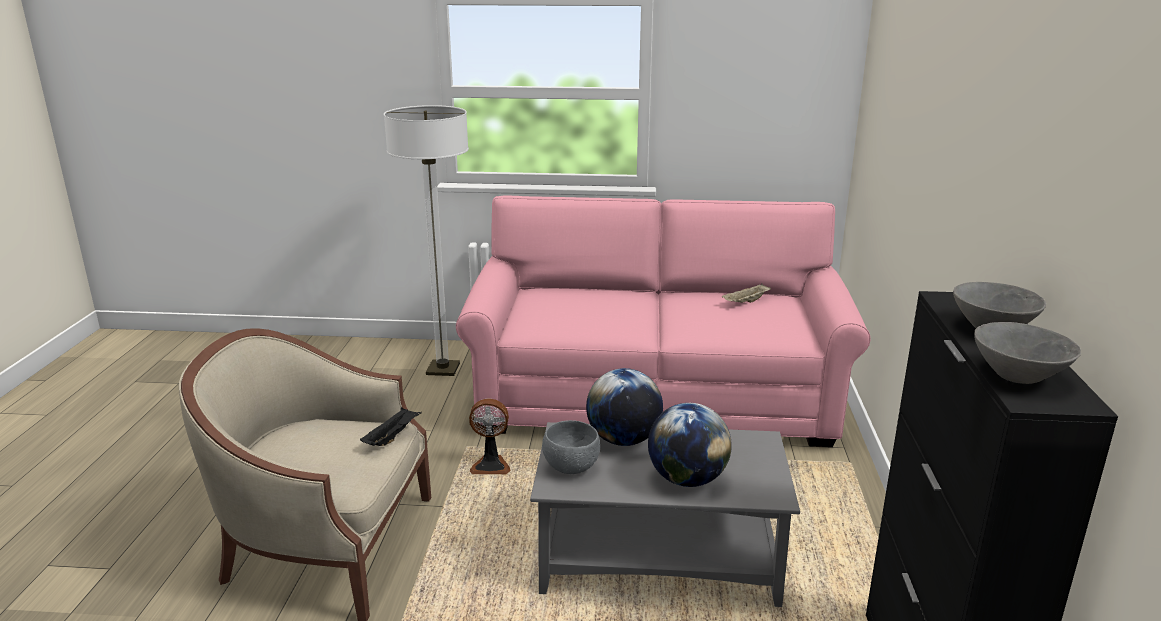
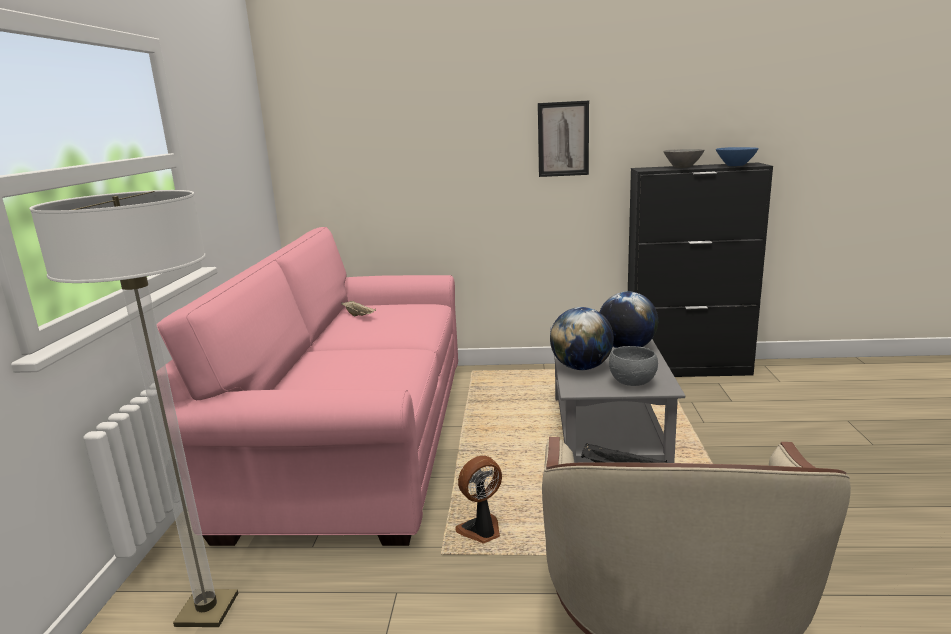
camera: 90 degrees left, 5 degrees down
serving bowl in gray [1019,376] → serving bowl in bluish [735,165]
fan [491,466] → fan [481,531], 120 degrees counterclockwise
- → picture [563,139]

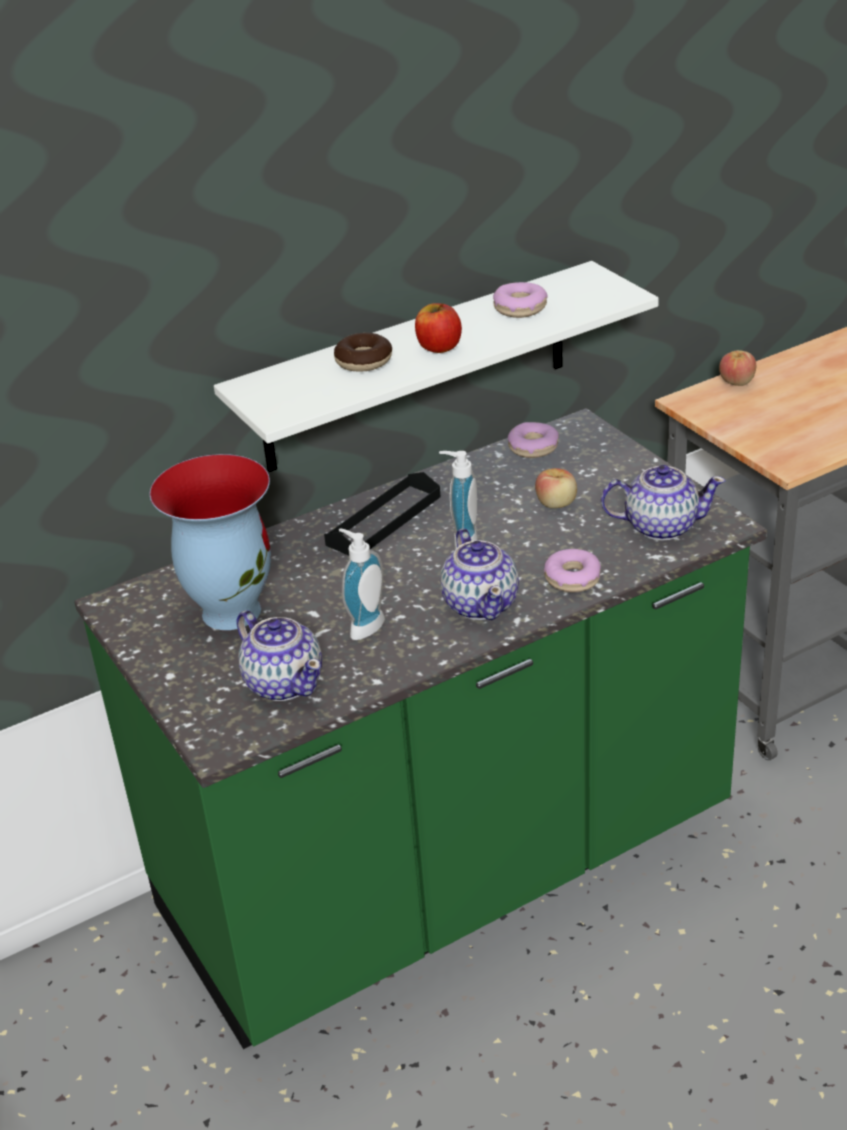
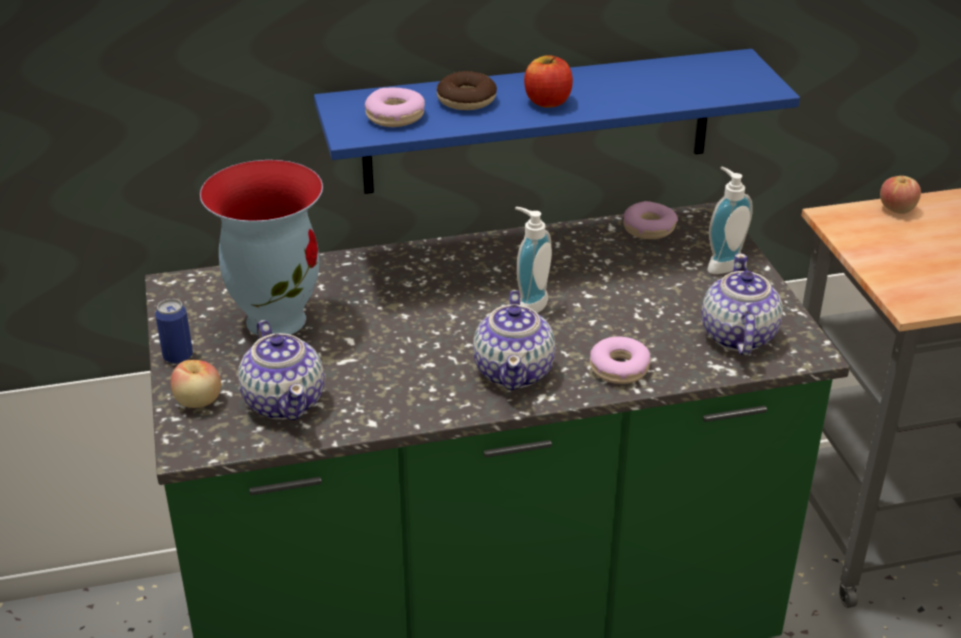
camera: 15 degrees right, 0 degrees up
bracket shelf in whitish [416,368] → bracket shelf in bluish [538,122]
donut [520,308] → donut [395,116], move
pot for tea [660,526] → pot for tea [737,336], 105 degrees counterclockwise
whole apple [557,504] → whole apple [198,401], move
tray in black [384,520] → -
liquid soap bottle [363,626] → liquid soap bottle [721,264], move
- → can [178,356]

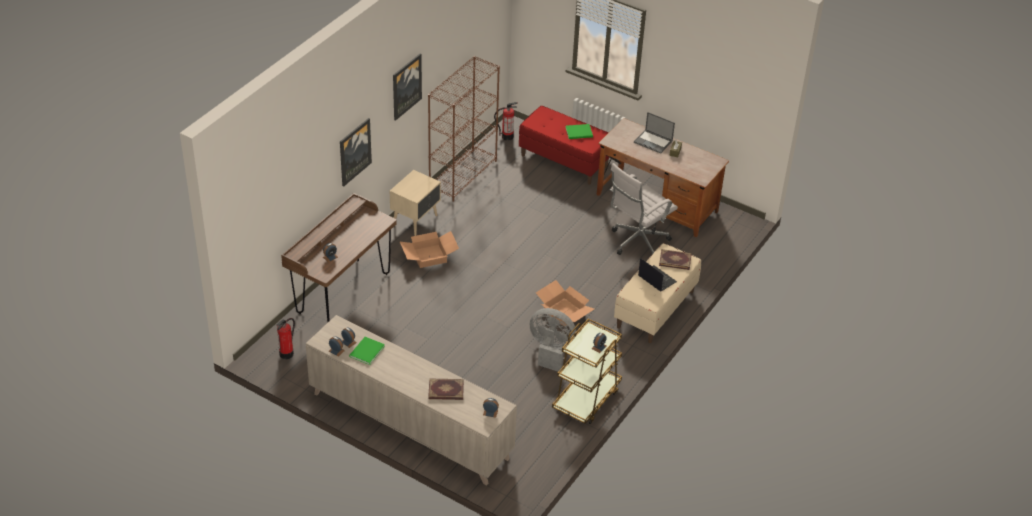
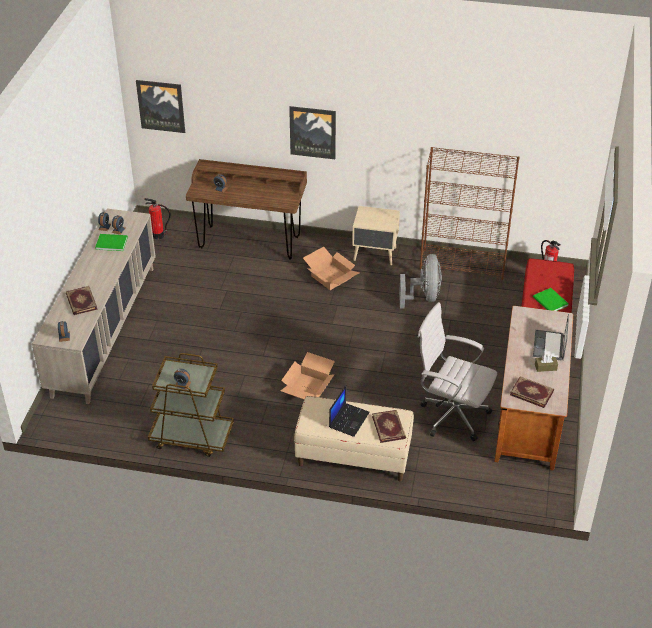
camera: 70 degrees right, 0 degrees up
picture [406,86] → picture [161,105], move
fan in gray [551,351] → fan in gray [423,297], move
- → book [532,392]

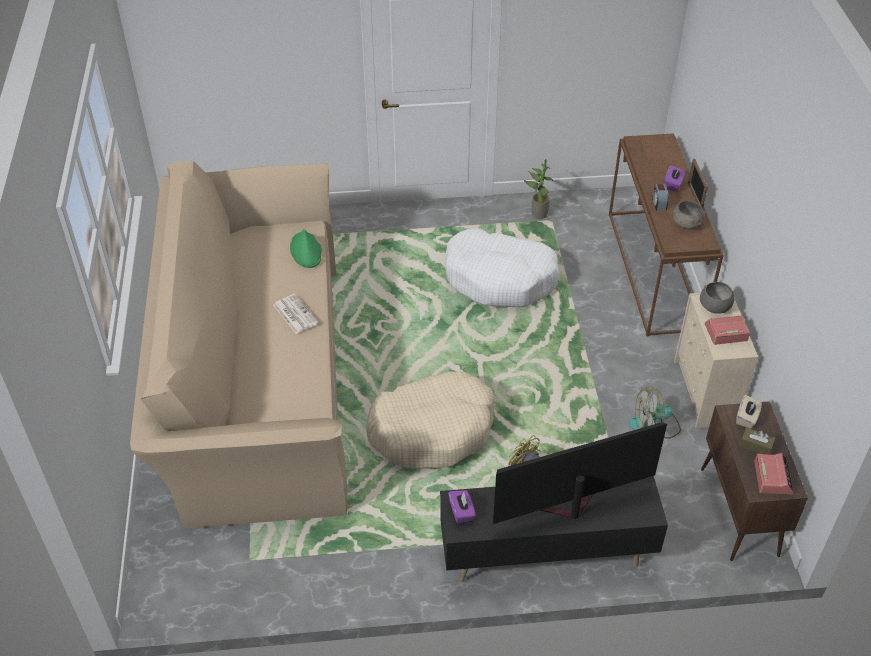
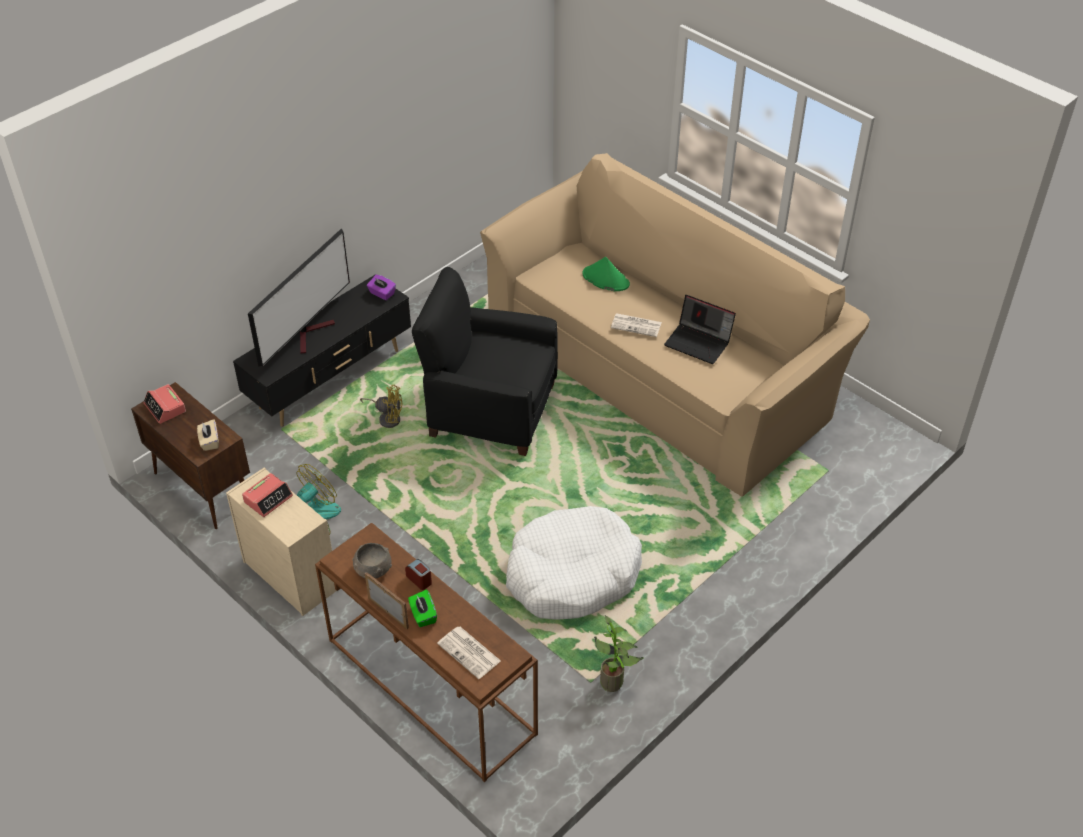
camera: 140 degrees right, 0 degrees up
tissue box in purple [673,184] → tissue box in greenish [423,615]
wearable hat in greenish [306,251] → wearable hat in greenish [605,279], move
serving bowl in gray [714,306] → -
pet bed in beige-coloured [432,430] → armchair in black [490,409]
tissue box in brown [756,446] → -
- → portable computer [699,342]
- → newspaper [470,653]

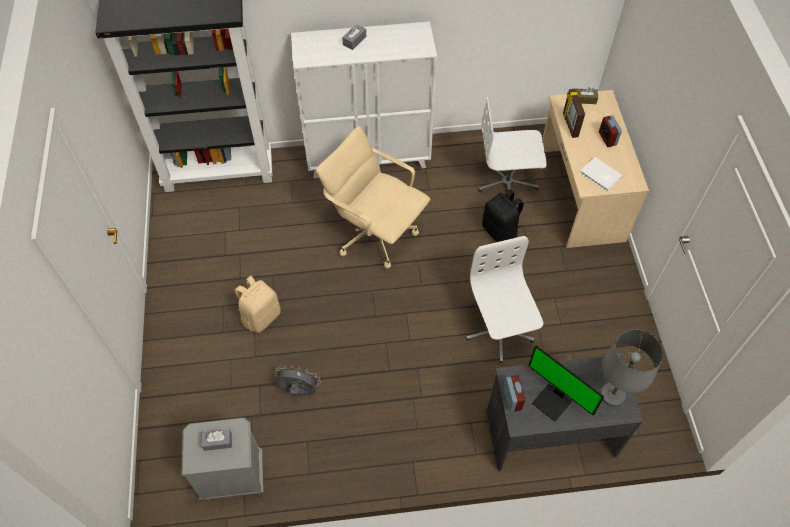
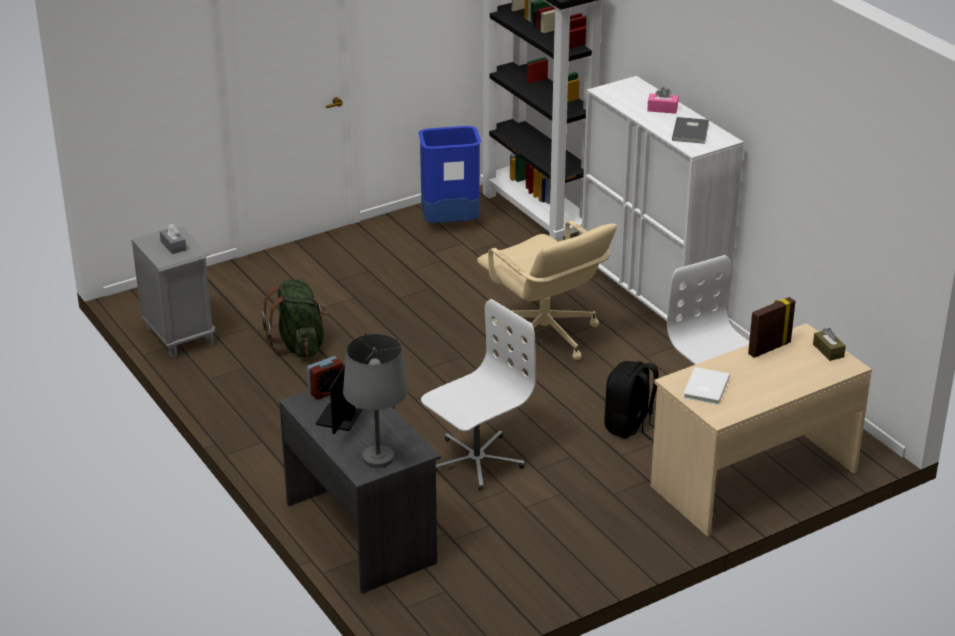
camera: 65 degrees right, 25 degrees down
tissue box in gray [354,40] → tissue box in pink [662,109]
bedside clock [607,138] → -
office chair in beige-coloured [375,233] → office chair in beige-coloured [544,336], 135 degrees clockwise
knapsack in beige-coloured [261,316] → -
fan in gray [298,391] → knapsack in greenish [299,345]
- → book in gray [691,132]
- → trash can in bluish [450,223]

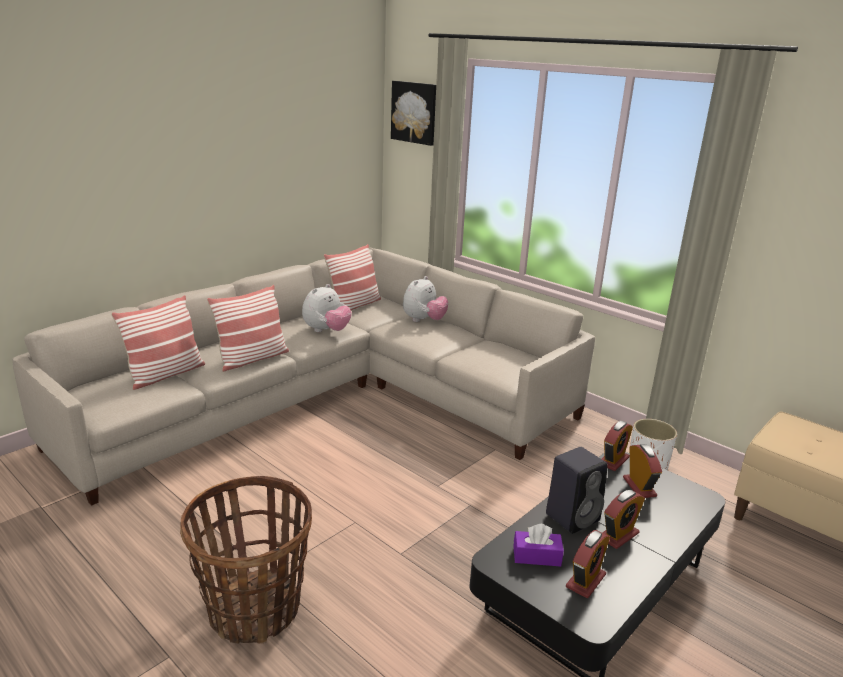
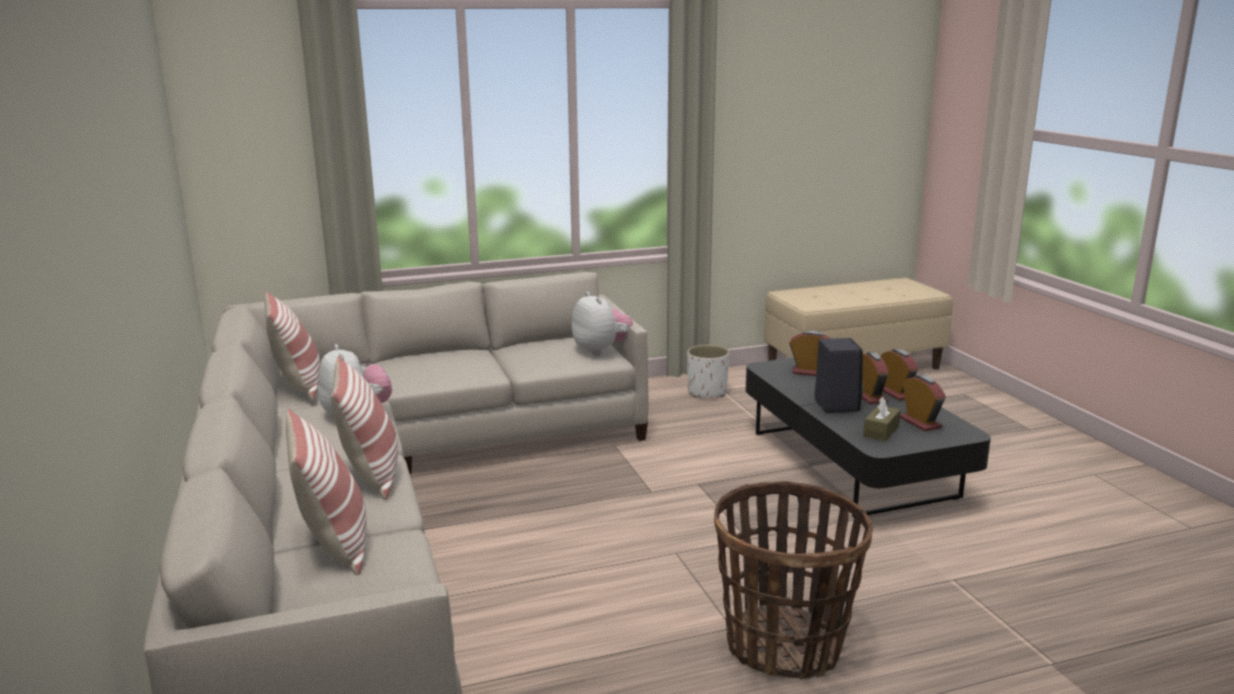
camera: 60 degrees left, 5 degrees down
picture [415,112] → -
soft toy [424,320] → soft toy [601,351], move
bedside clock [613,460] → bedside clock [896,393], move
tissue box in purple [536,556] → tissue box in brown [881,431]

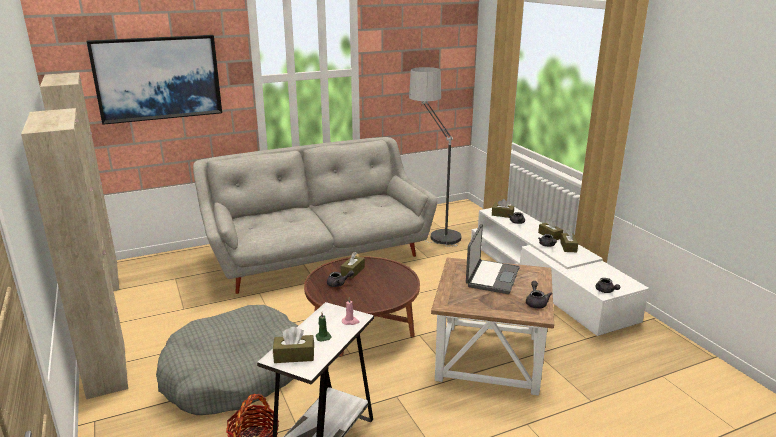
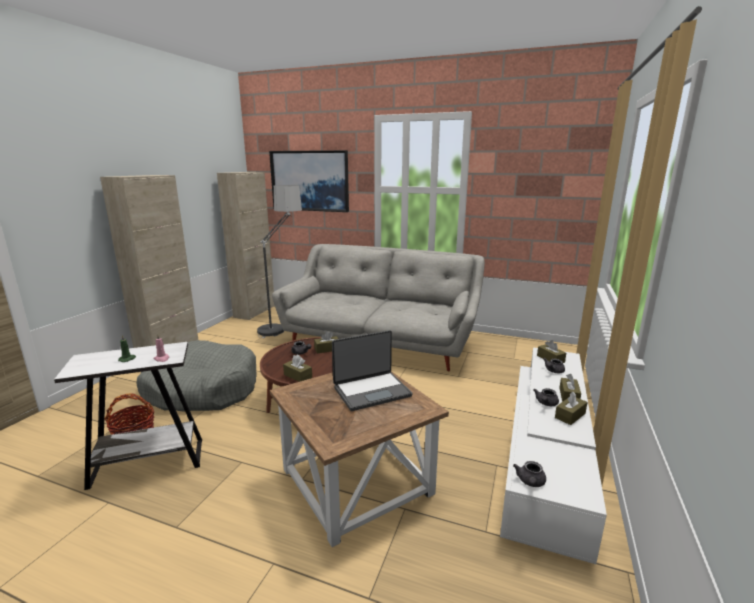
camera: 45 degrees right, 5 degrees down
floor lamp [432,230] → floor lamp [282,324], move
pot for tea in gray [536,302] → -
tissue box in brown [294,356] → tissue box in brown [298,376], move

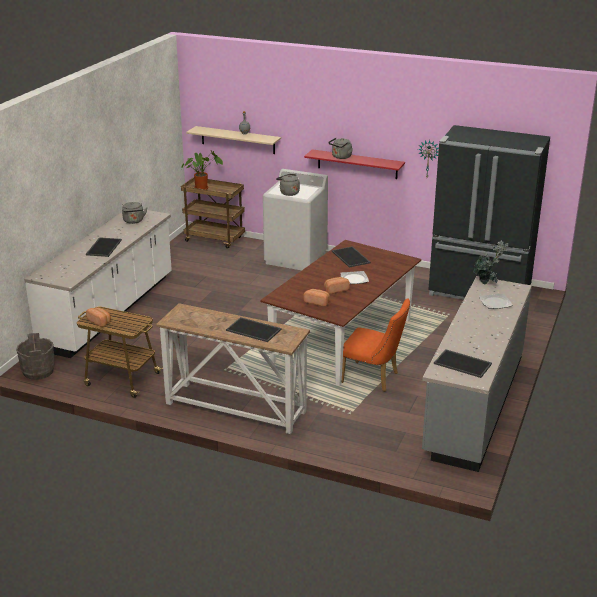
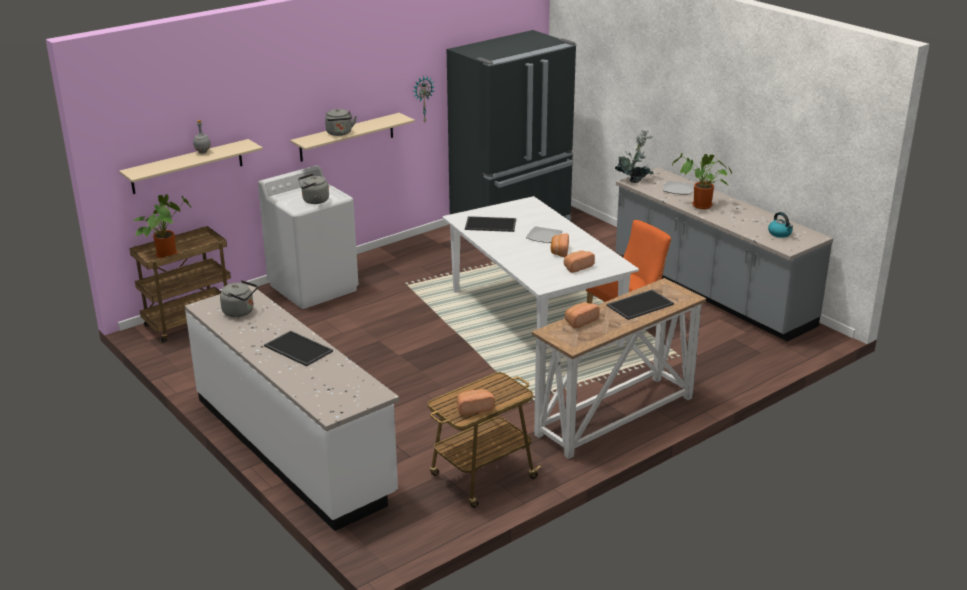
camera: 60 degrees left, 0 degrees up
bracket shelf in red-coloured [357,164] → bracket shelf in beige-coloured [347,137]
dining table in brown [342,340] → dining table in whitish [534,317]
bucket in gray [38,371] → -
tray [463,363] → water kettle [780,233]
- → potted plant [700,206]
- → bakery bread [580,321]

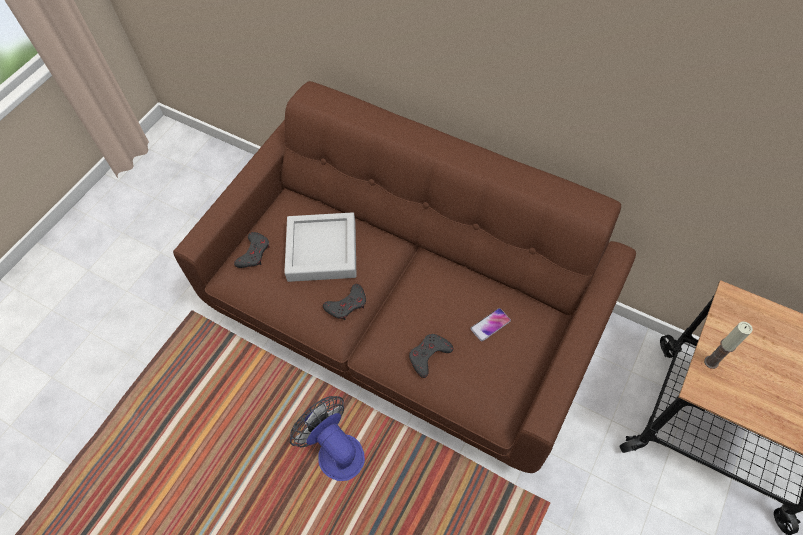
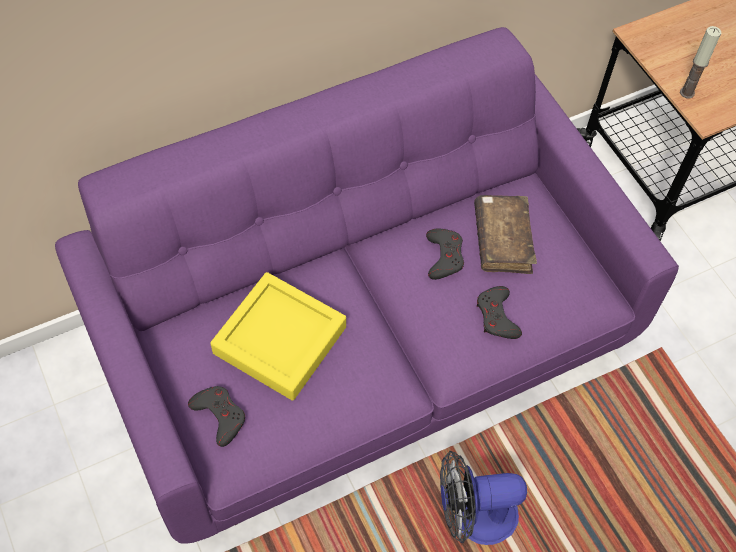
camera: 60 degrees left, 0 degrees up
settee in brown [405,318] → settee in purple [365,344]
tray in gray [322,251] → tray in yellowish [280,340]
gamepad in gray [347,305] → gamepad in gray [444,256], move
phone [490,325] → book in brown [502,240]

